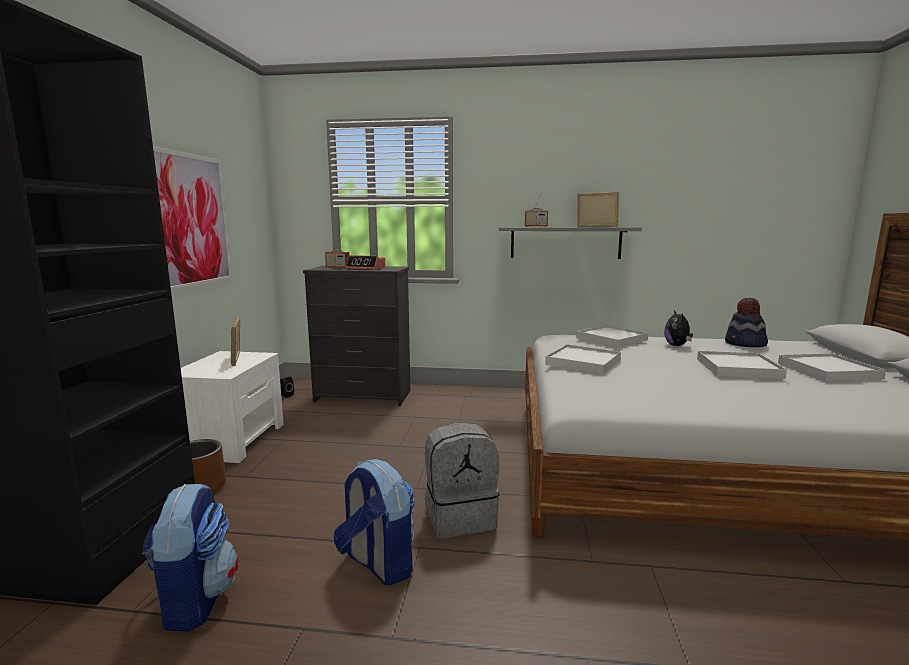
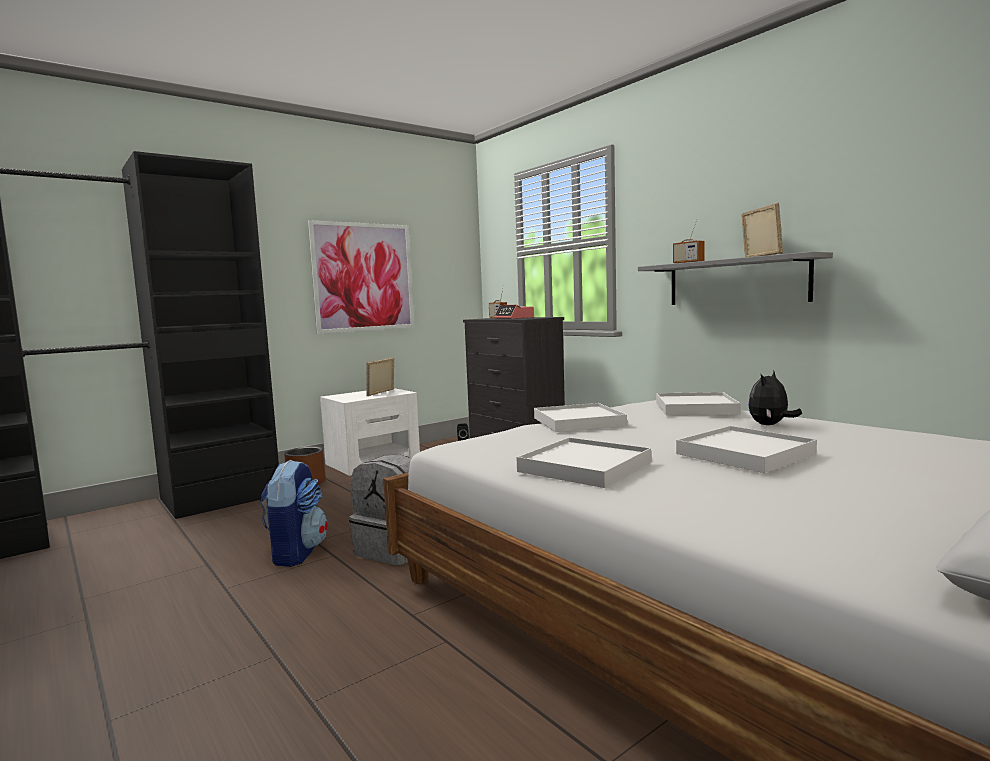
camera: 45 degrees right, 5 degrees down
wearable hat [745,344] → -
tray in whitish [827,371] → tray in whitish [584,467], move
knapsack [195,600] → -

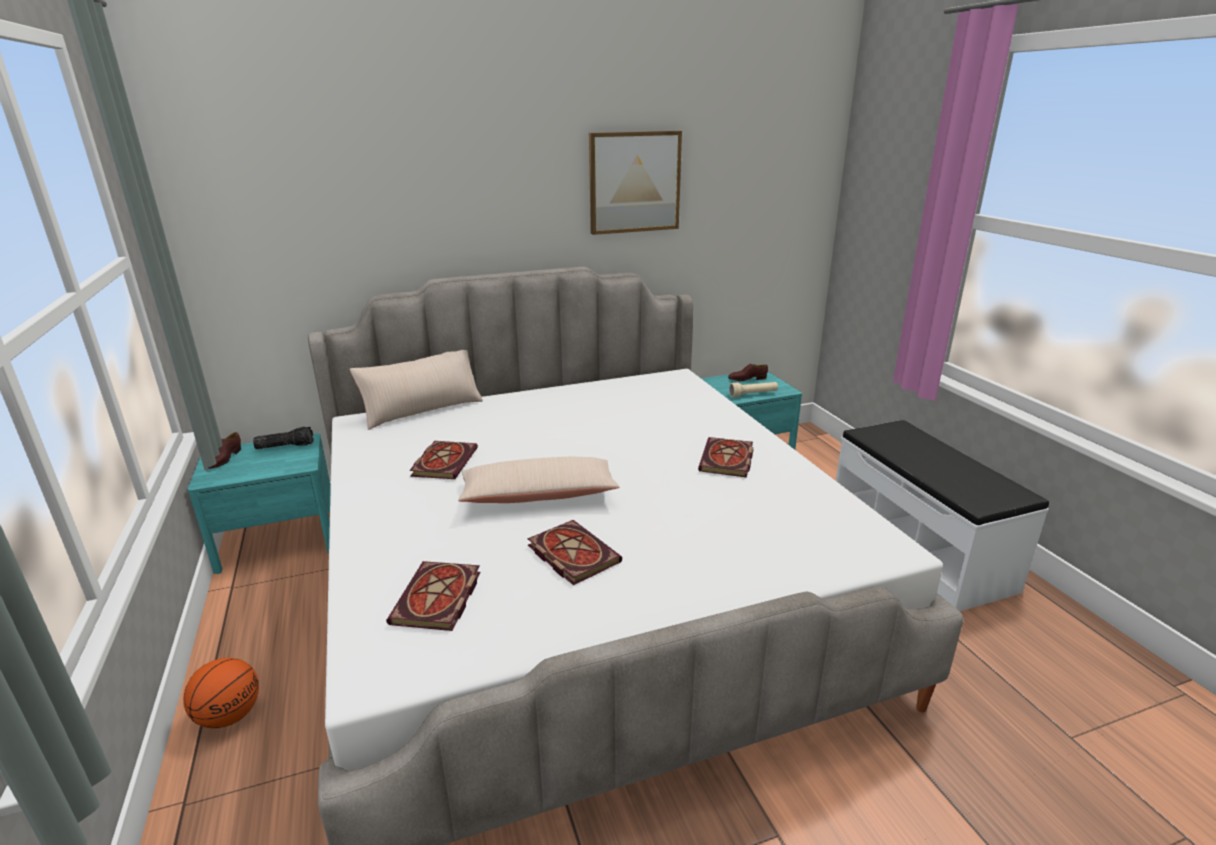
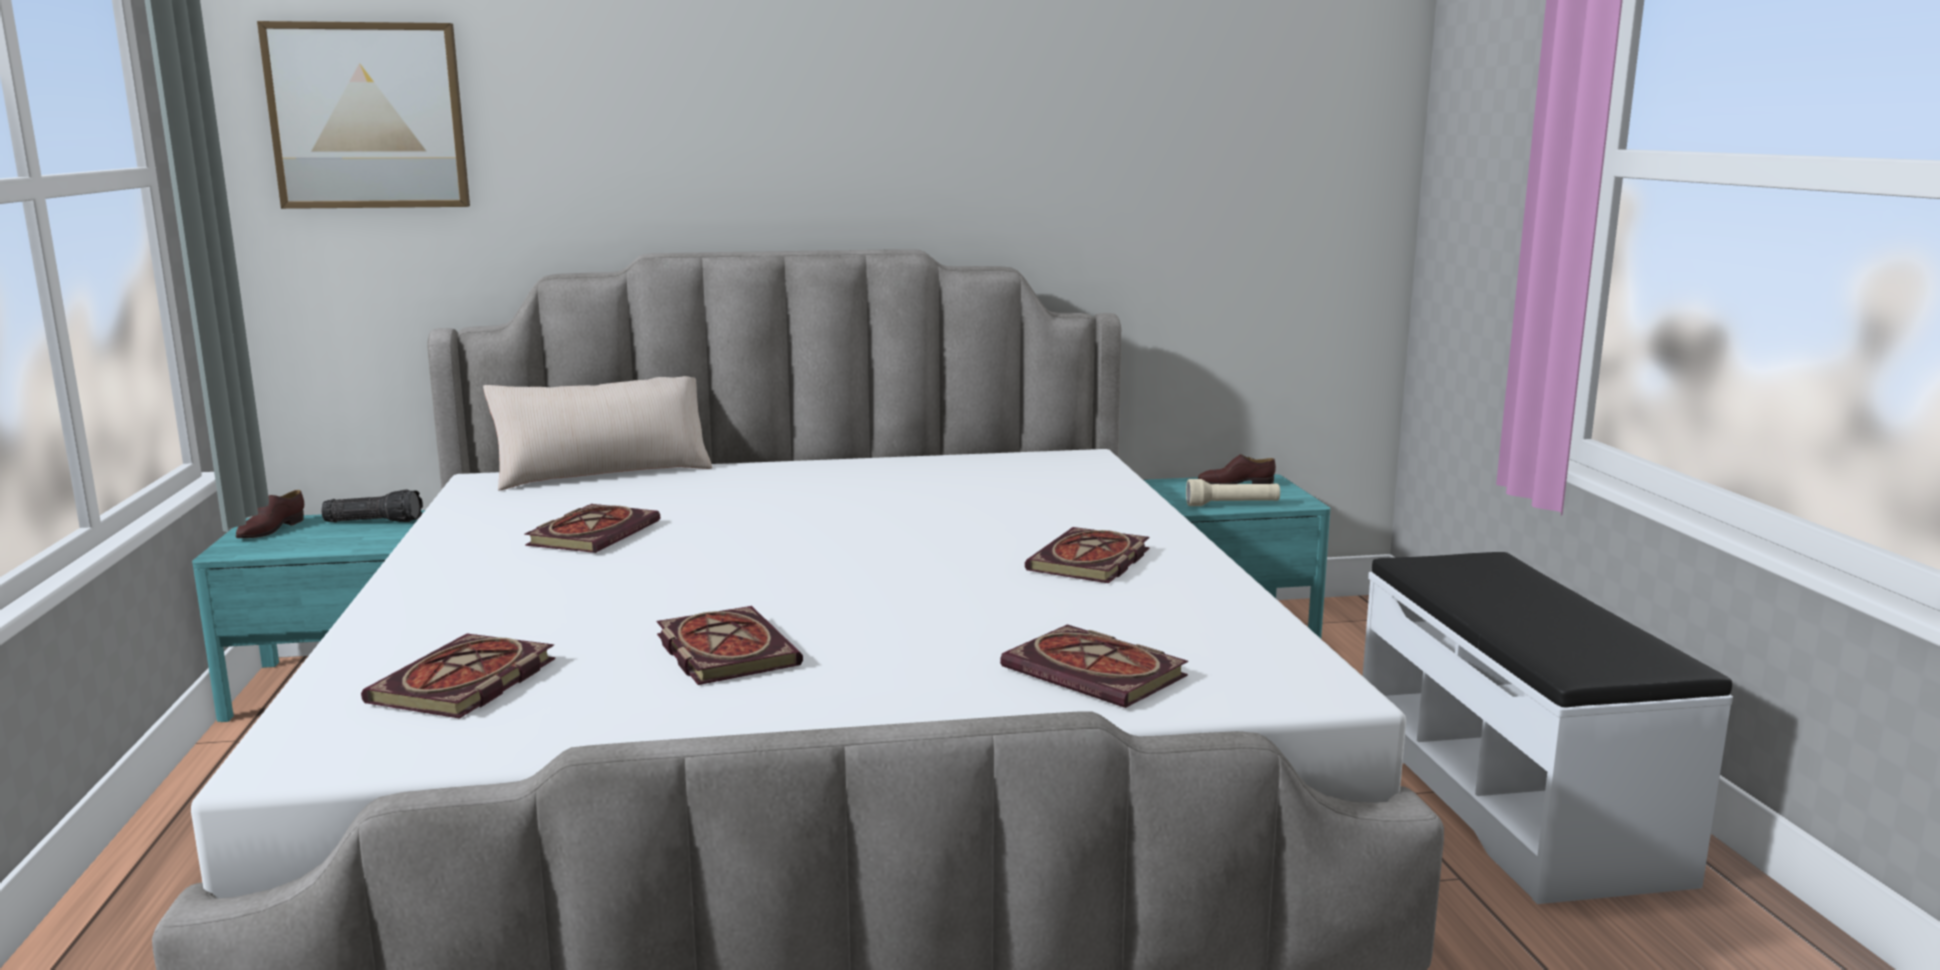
camera: 10 degrees right, 10 degrees down
picture [634,182] → picture [368,116], move
pillow in beige-coloured [538,495] → -
ball for basketball [230,715] → -
- → book [1099,673]

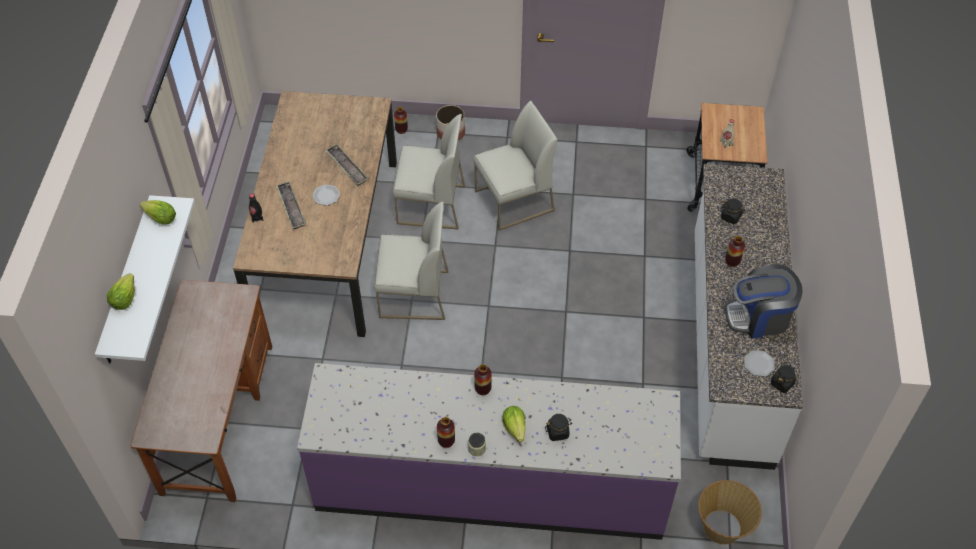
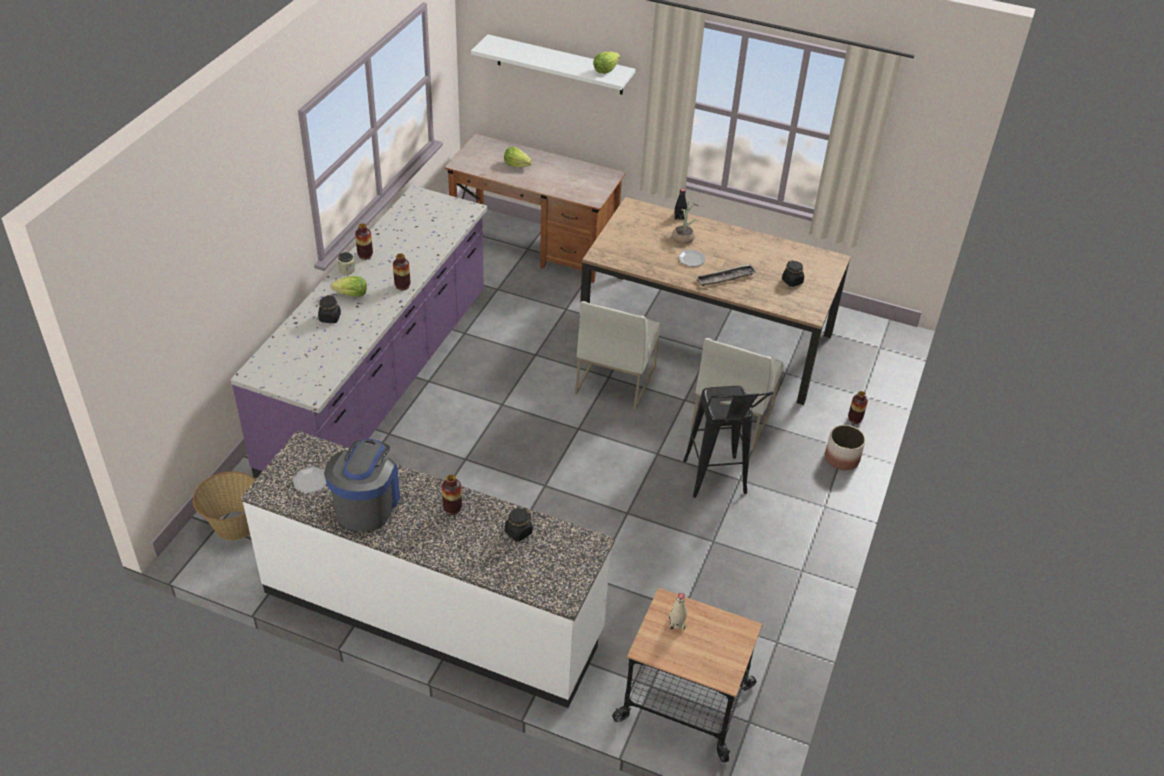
camera: 105 degrees right, 10 degrees down
upright chair in whitish [514,201] → stool in black [717,485]
tray [291,207] → potted plant [684,237]
head of lettuce [124,299] → head of lettuce [517,165], move
preserve jar in black [782,383] → preserve jar in black [792,281], move

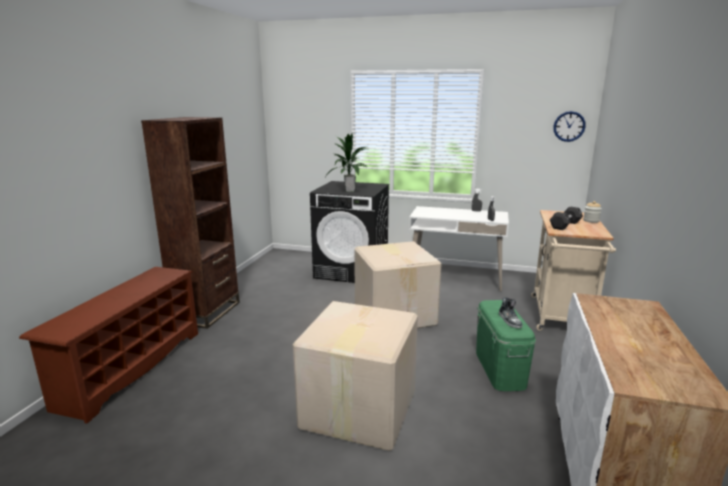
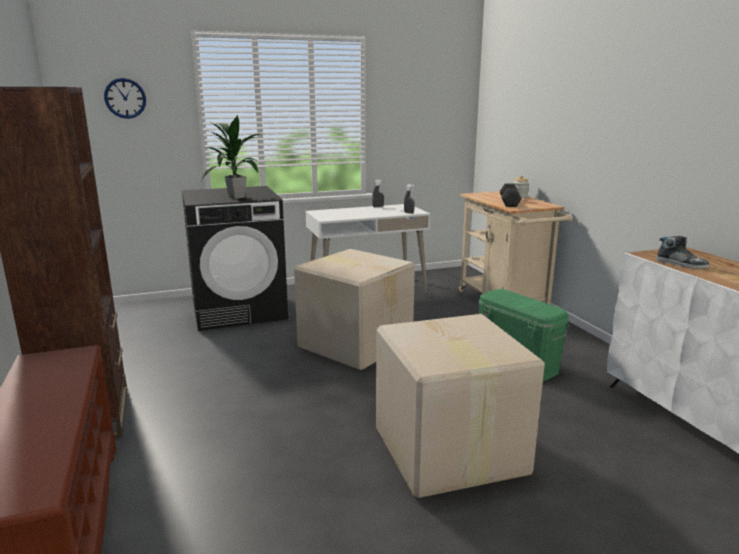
camera: 35 degrees left, 0 degrees up
clock on the wall [569,126] → clock on the wall [125,98], move
item of footwear [510,320] → item of footwear [681,264], move

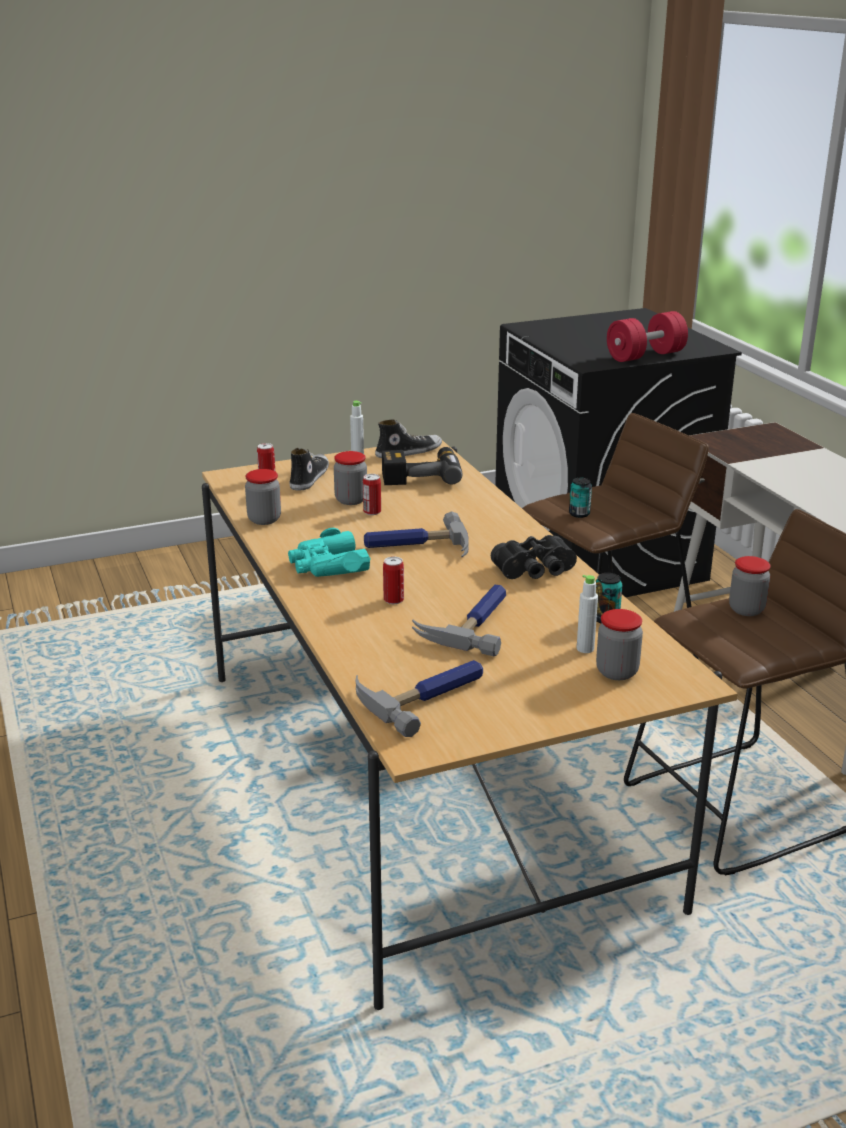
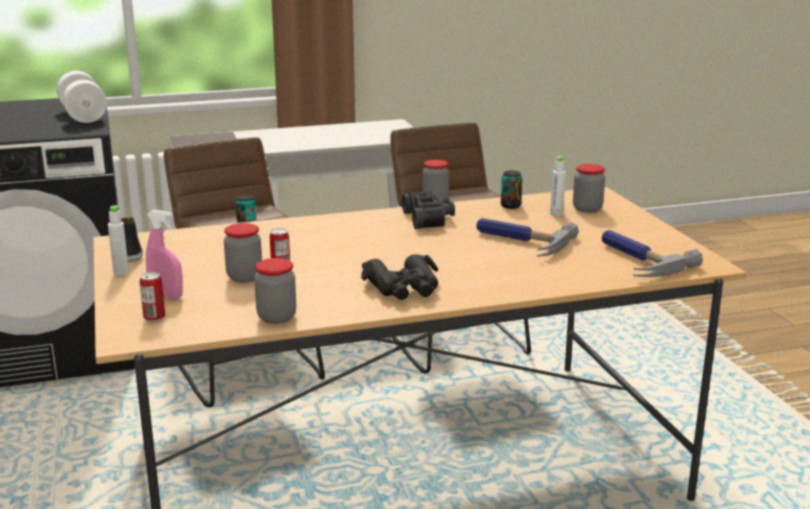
camera: 85 degrees left, 5 degrees down
hand weight in red-coloured [645,356] → hand weight in whitish [83,115]
power drill [420,474] → -
item of footwear [309,478] → hand sprayer in pink [166,296]
tool hammer [416,546] → -
binoculars in blue-green [328,566] → binoculars in black [403,288]
can [393,600] → -

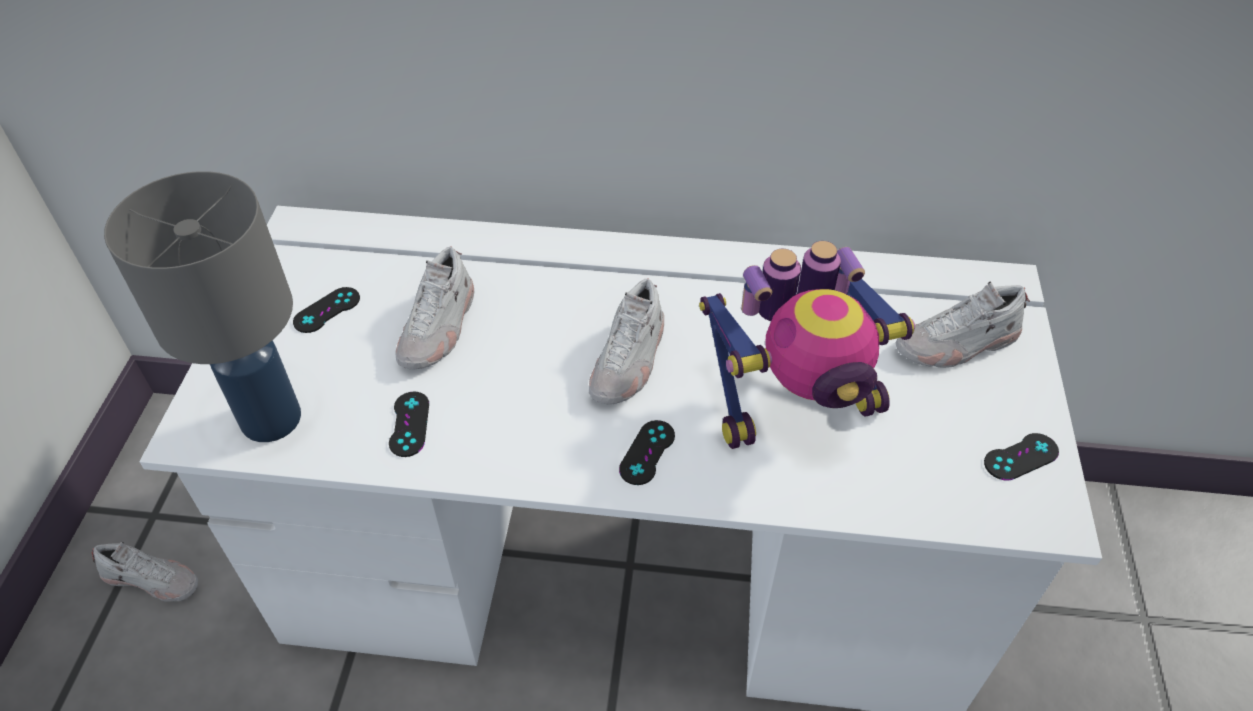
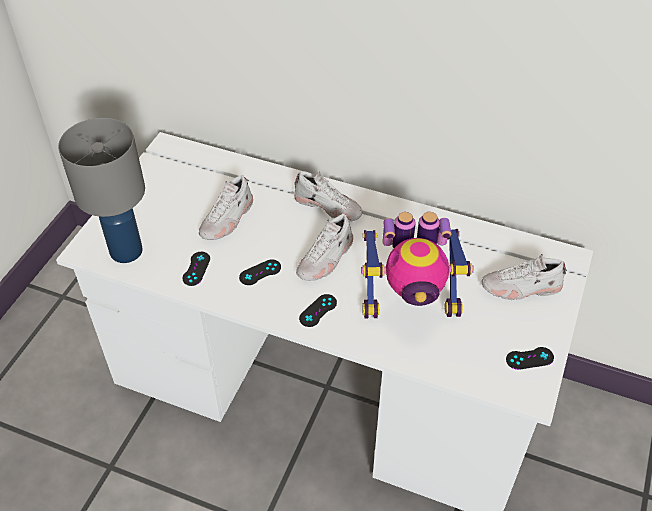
camera: 15 degrees right, 0 degrees up
gamepad in black [327,310] → gamepad in black [260,272], move
item of footwear in whitish [153,579] → item of footwear in whitish [328,206], move

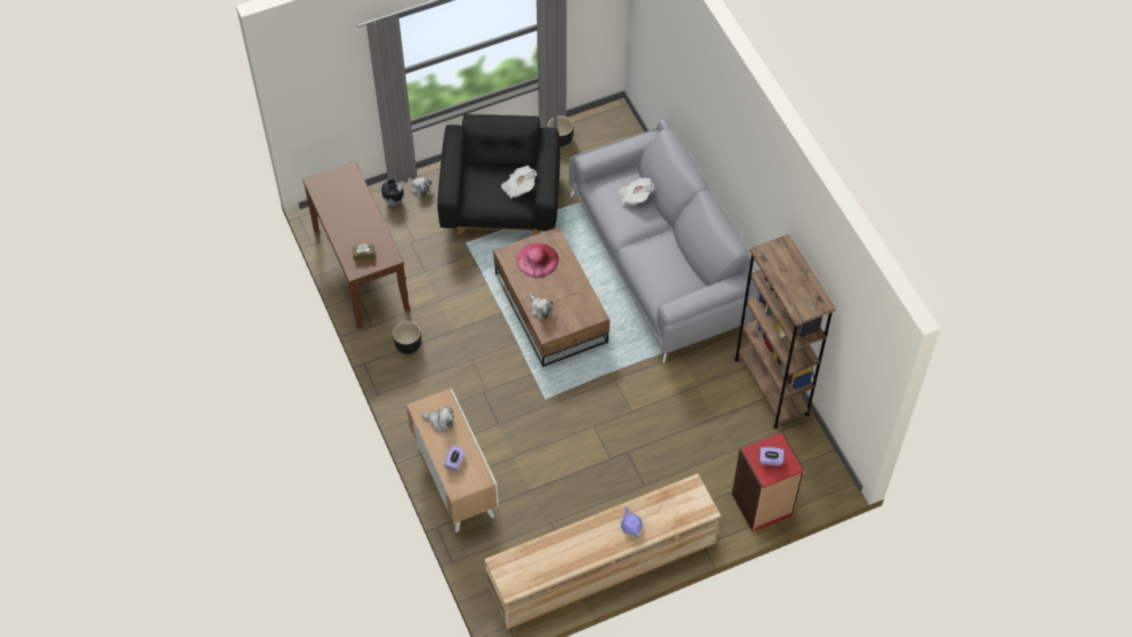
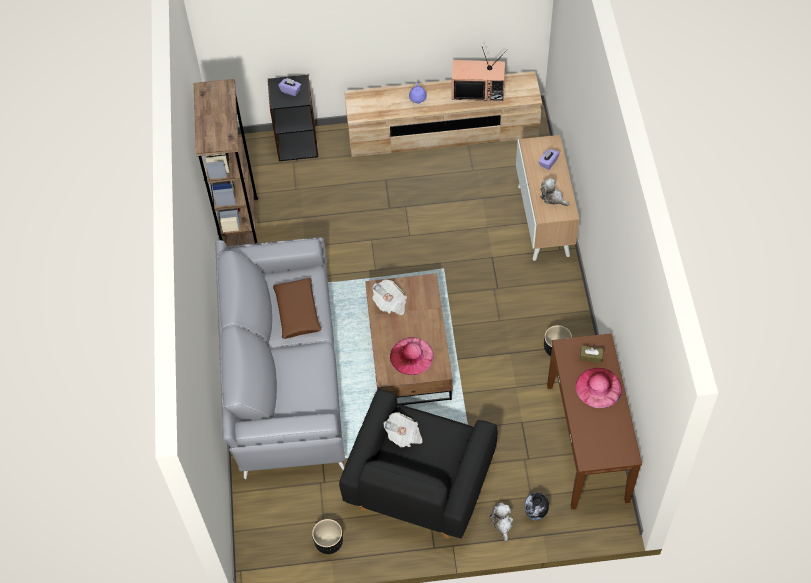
camera: 160 degrees left, 0 degrees up
newspaper [635,196] → newspaper [390,303], move
soft toy [540,309] → -
bookshelf in red-coloured [763,505] → bookshelf in black [297,144]
- → TV set [478,90]
- → pillow in brown [298,312]
- → wearable hat in pink [598,387]

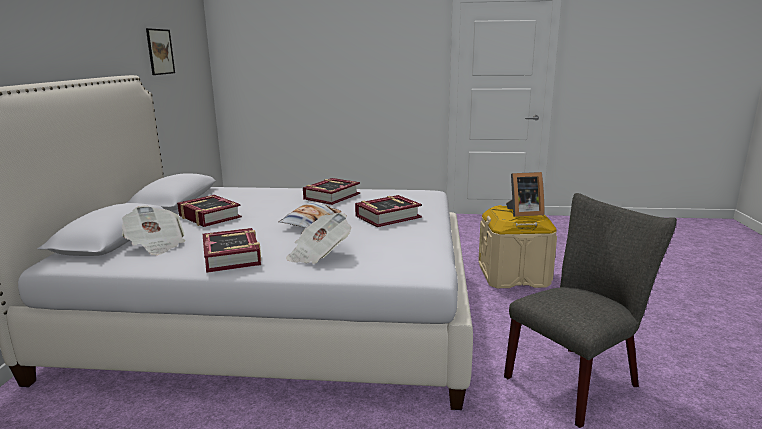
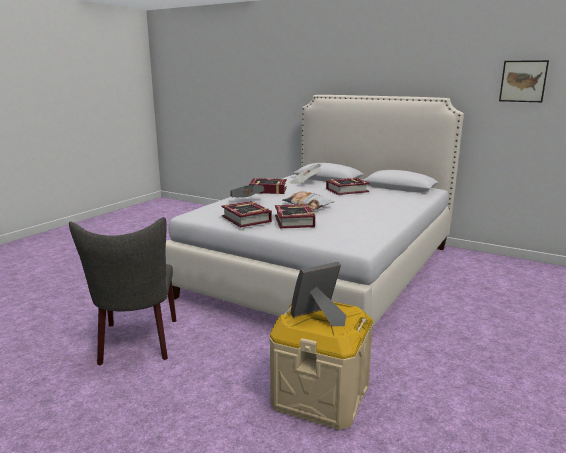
camera: 115 degrees right, 0 degrees up
standing frame [523,213] → standing frame [319,317], 45 degrees clockwise
book [331,196] → book [246,219], move

